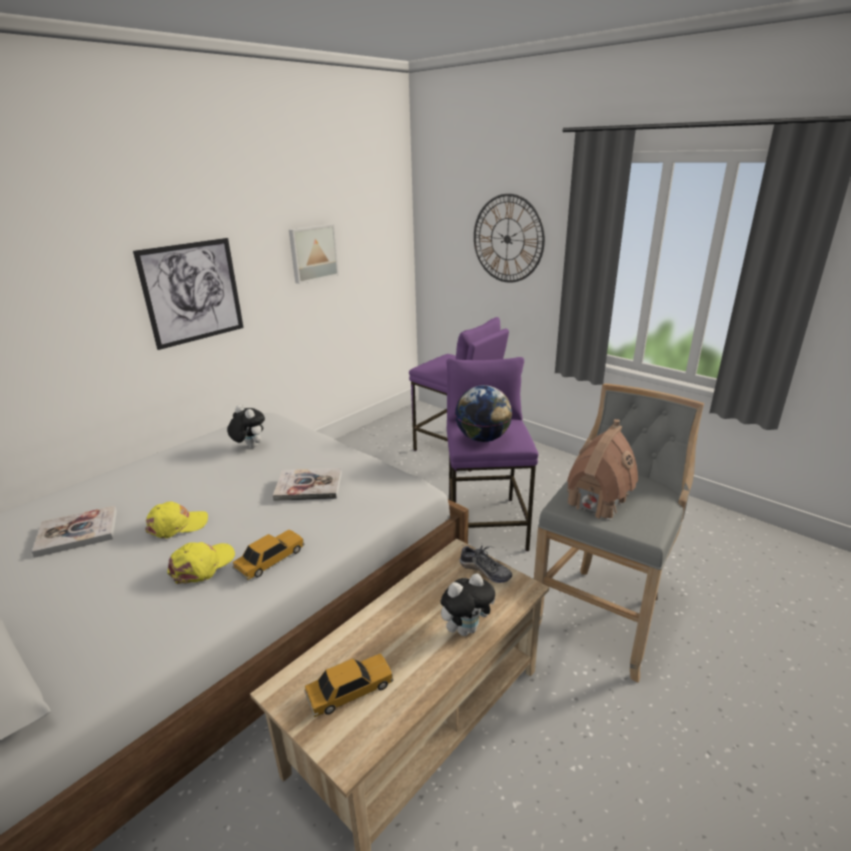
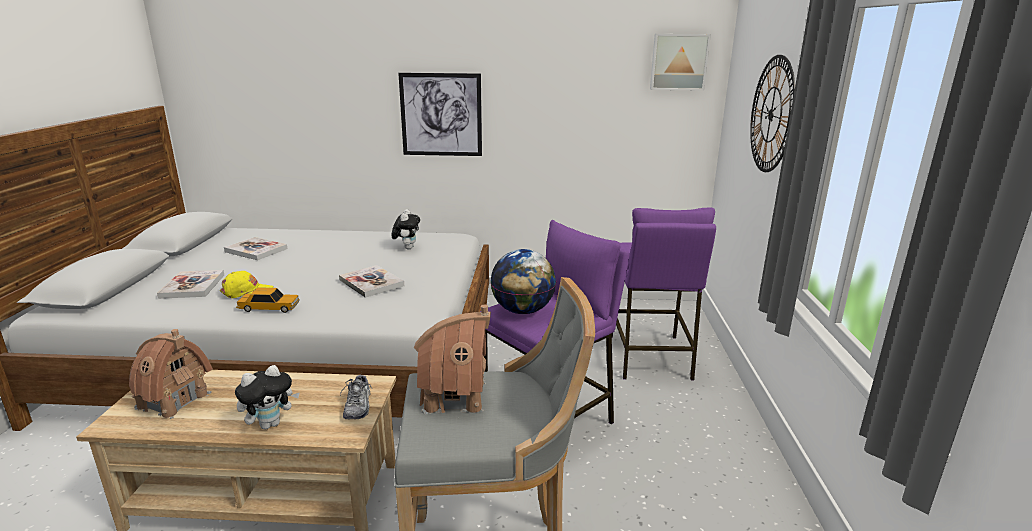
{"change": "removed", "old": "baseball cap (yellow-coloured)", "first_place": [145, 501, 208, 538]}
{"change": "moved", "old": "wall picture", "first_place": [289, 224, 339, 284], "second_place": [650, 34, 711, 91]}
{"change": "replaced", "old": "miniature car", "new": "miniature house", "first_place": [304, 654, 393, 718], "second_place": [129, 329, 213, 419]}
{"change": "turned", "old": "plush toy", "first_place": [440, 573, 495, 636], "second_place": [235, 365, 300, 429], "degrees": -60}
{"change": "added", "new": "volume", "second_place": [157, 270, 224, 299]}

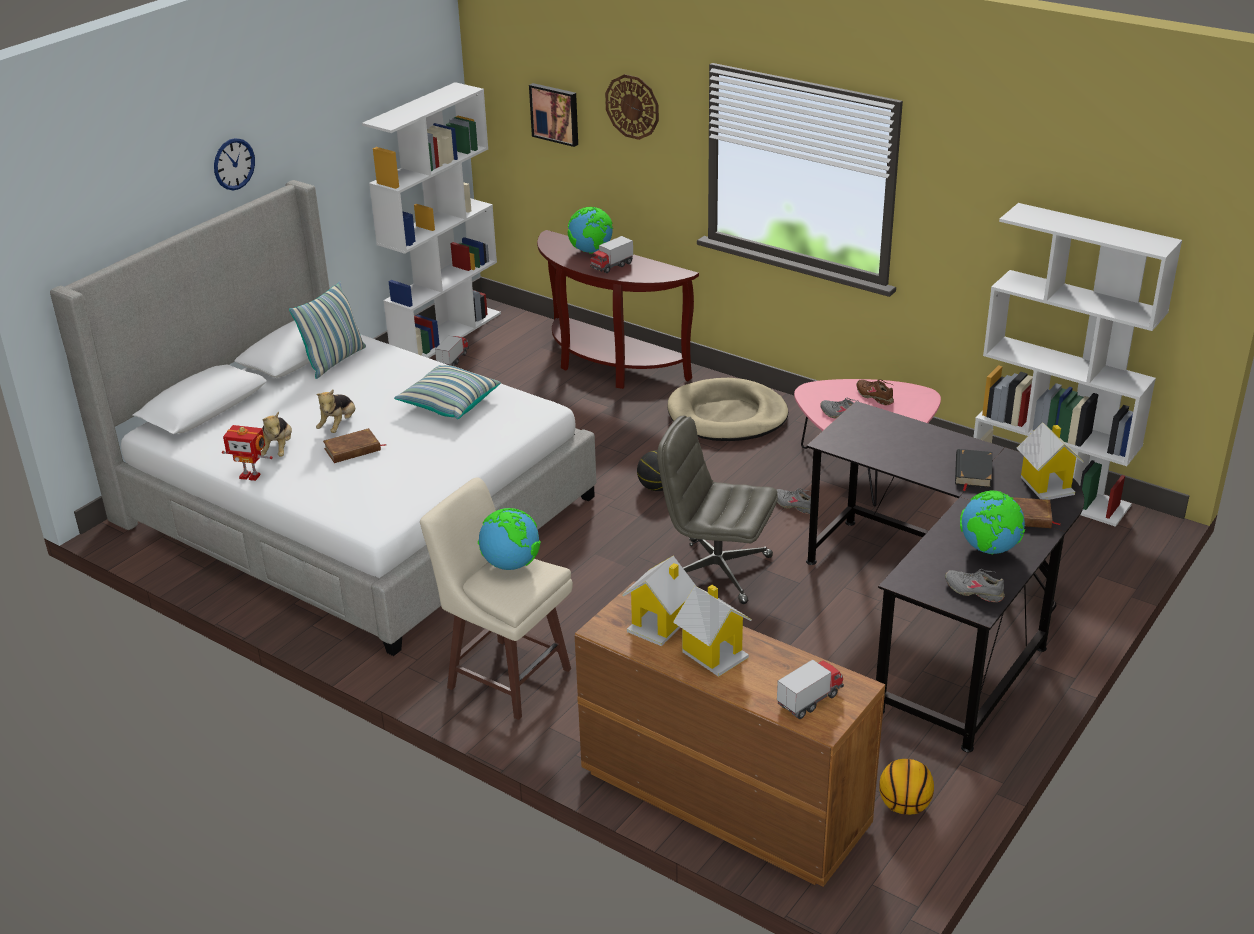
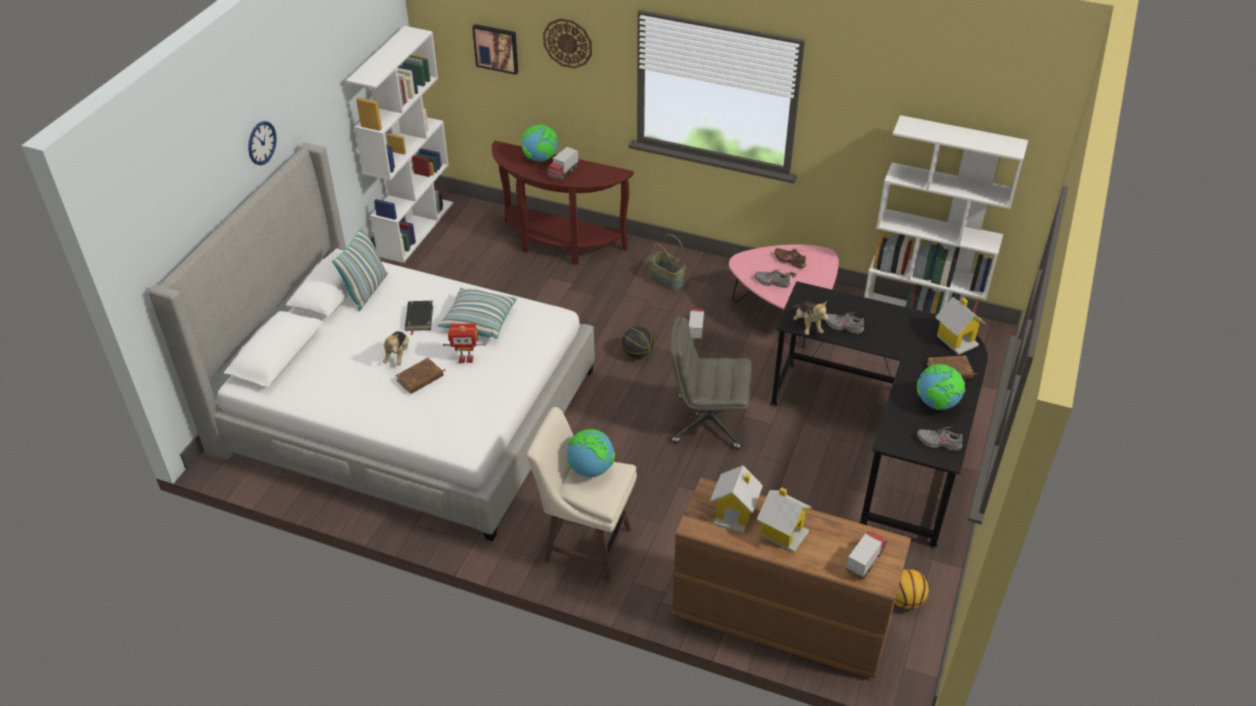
{"change": "moved", "old": "model robot", "first_place": [222, 425, 273, 481], "second_place": [443, 324, 486, 363]}
{"change": "moved", "old": "plush toy", "first_place": [261, 412, 292, 457], "second_place": [793, 301, 828, 335]}
{"change": "moved", "old": "model truck", "first_place": [435, 336, 469, 366], "second_place": [689, 309, 705, 341]}
{"change": "replaced", "old": "pet bed (sand-coloured)", "new": "storage basket", "first_place": [667, 378, 788, 441], "second_place": [648, 234, 686, 291]}
{"change": "moved", "old": "shoe (greyish)", "first_place": [777, 488, 811, 514], "second_place": [826, 312, 864, 334]}
{"change": "moved", "old": "volume (blackish)", "first_place": [955, 449, 992, 491], "second_place": [405, 301, 433, 335]}

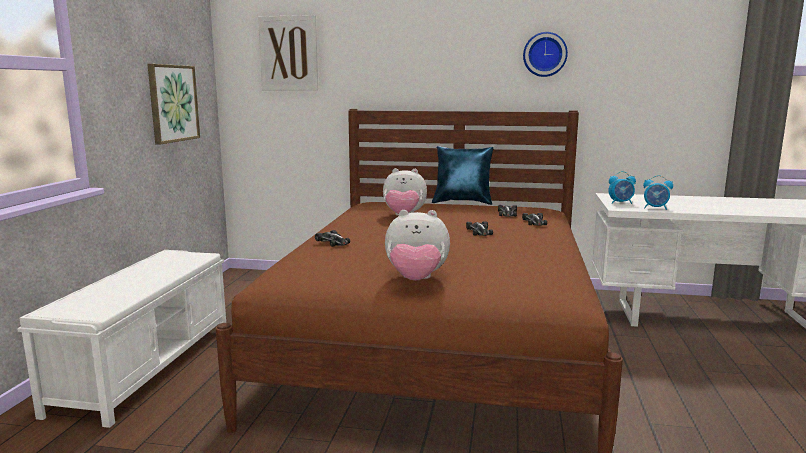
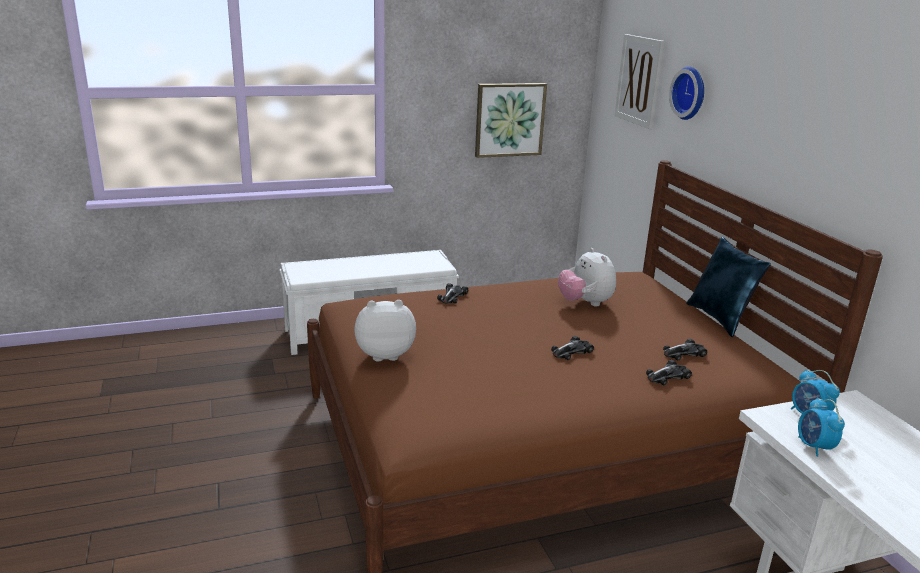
{"change": "turned", "old": "plush toy", "first_place": [385, 210, 450, 281], "second_place": [354, 300, 416, 361], "degrees": 105}
{"change": "moved", "old": "wall clock", "first_place": [523, 32, 568, 77], "second_place": [669, 66, 704, 120]}

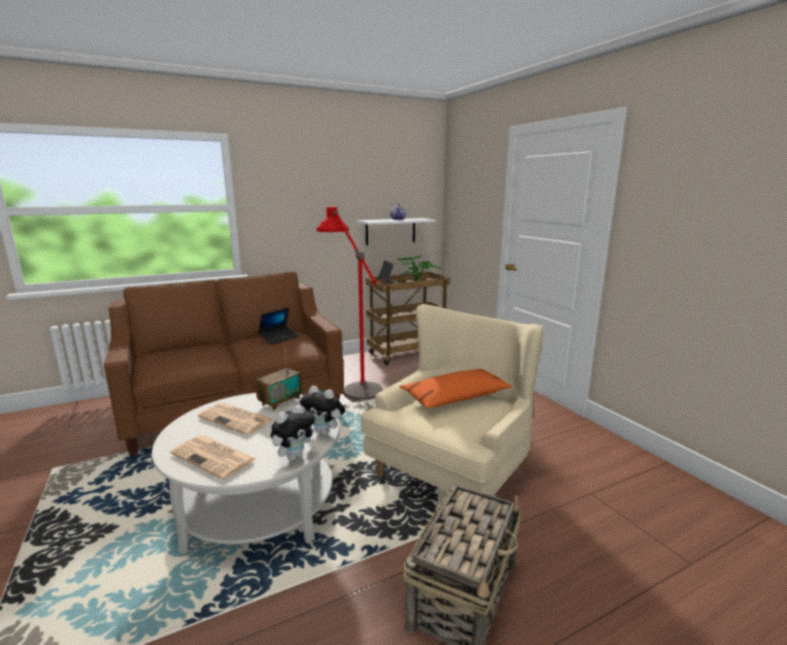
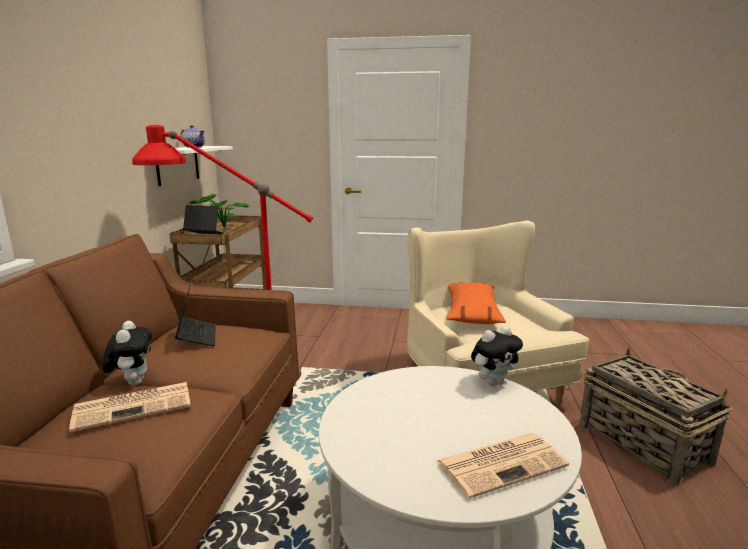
{"change": "moved", "old": "daily paper", "first_place": [197, 403, 273, 435], "second_place": [69, 382, 191, 432]}
{"change": "removed", "old": "radio receiver", "first_place": [255, 348, 303, 411]}
{"change": "moved", "old": "plush toy", "first_place": [271, 405, 315, 461], "second_place": [102, 321, 152, 386]}

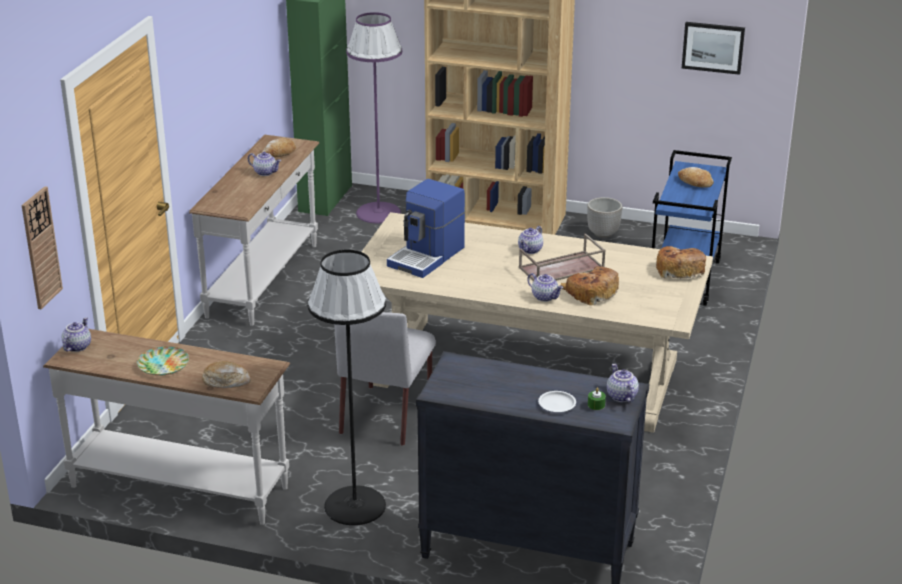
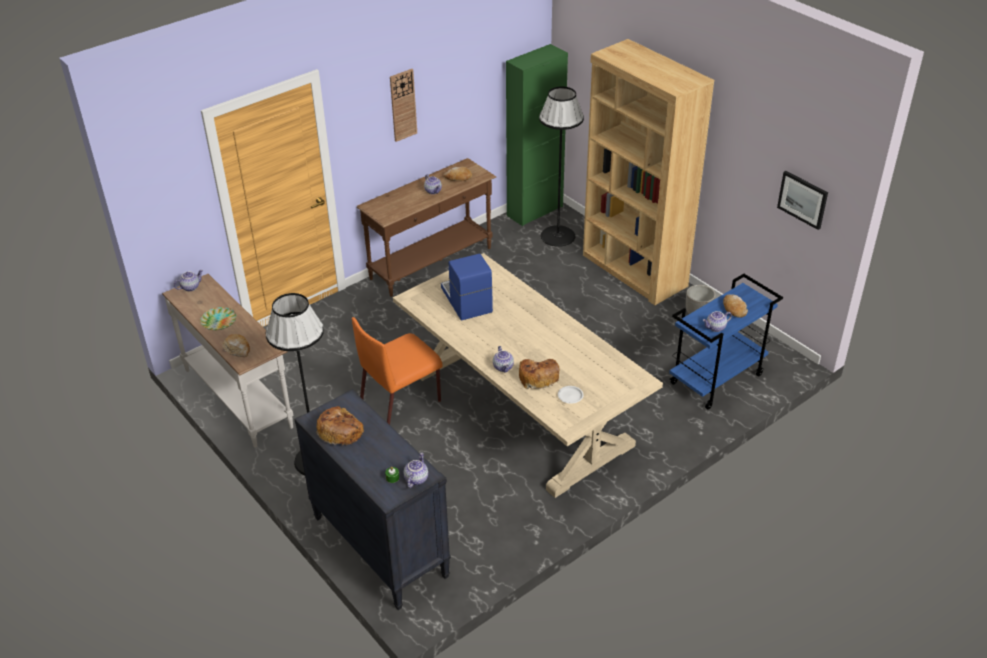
{"change": "moved", "old": "wall clock", "first_place": [22, 186, 63, 309], "second_place": [390, 69, 417, 142]}
{"change": "recoloured", "old": "console table (white-coloured)", "new": "console table (brown)", "first_place": [189, 135, 320, 326], "second_place": [357, 158, 496, 297]}
{"change": "recoloured", "old": "chair (greyish)", "new": "chair (orange)", "first_place": [334, 312, 436, 446], "second_place": [352, 317, 443, 425]}
{"change": "recoloured", "old": "standard lamp (purple-coloured)", "new": "standard lamp (blackish)", "first_place": [346, 12, 402, 224], "second_place": [539, 87, 584, 247]}
{"change": "turned", "old": "coffee machine", "first_place": [387, 179, 465, 278], "second_place": [441, 254, 493, 321], "degrees": 90}
{"change": "moved", "old": "pot for tea", "first_place": [518, 226, 543, 254], "second_place": [703, 311, 732, 332]}
{"change": "removed", "old": "carrying tray (brown)", "first_place": [519, 234, 606, 281]}
{"change": "moved", "old": "plate (white-coloured)", "first_place": [538, 391, 576, 412], "second_place": [558, 386, 584, 404]}
{"change": "moved", "old": "baked bread", "first_place": [656, 246, 706, 280], "second_place": [316, 406, 364, 447]}

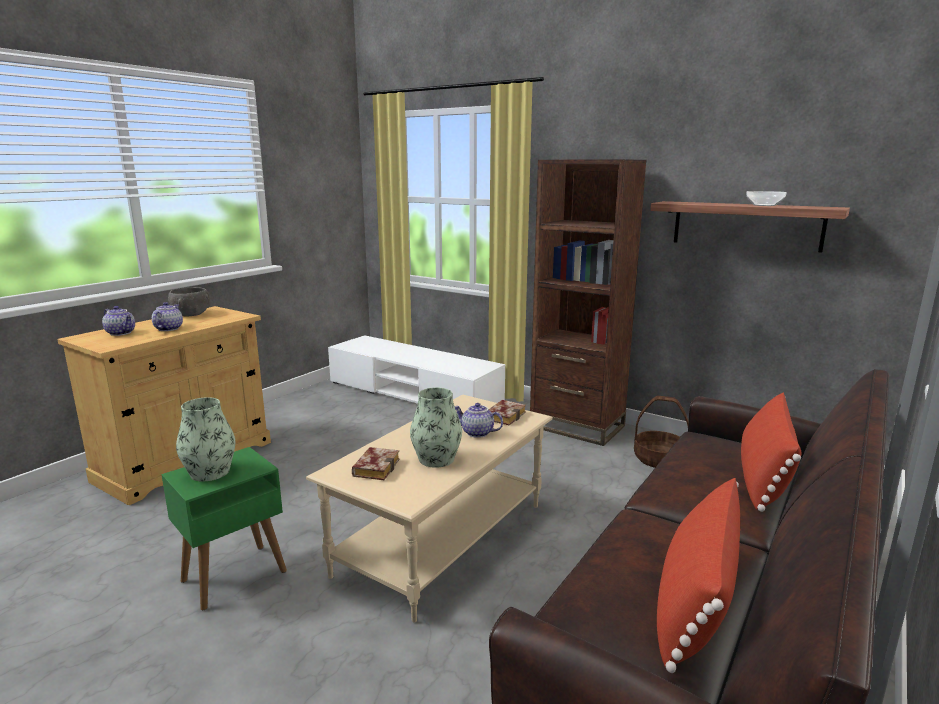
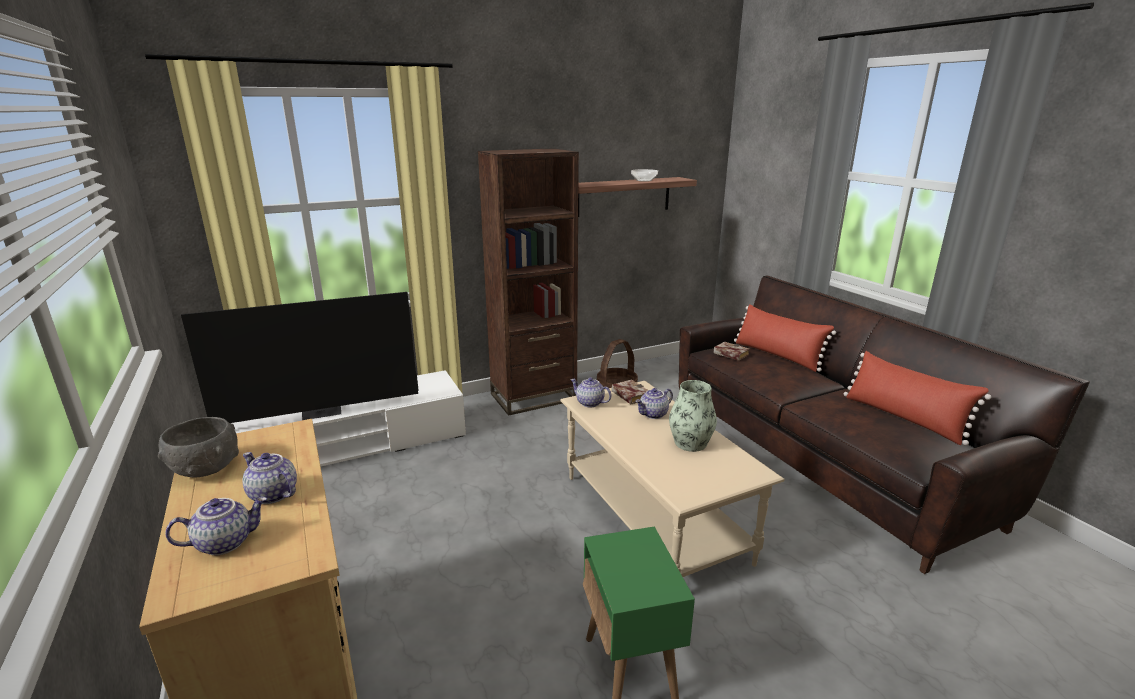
{"change": "removed", "old": "vase", "first_place": [176, 397, 235, 481]}
{"change": "moved", "old": "volume", "first_place": [352, 447, 400, 480], "second_place": [713, 342, 750, 361]}
{"change": "added", "new": "television", "second_place": [181, 292, 419, 423]}
{"change": "added", "new": "pot for tea", "second_place": [570, 377, 612, 407]}

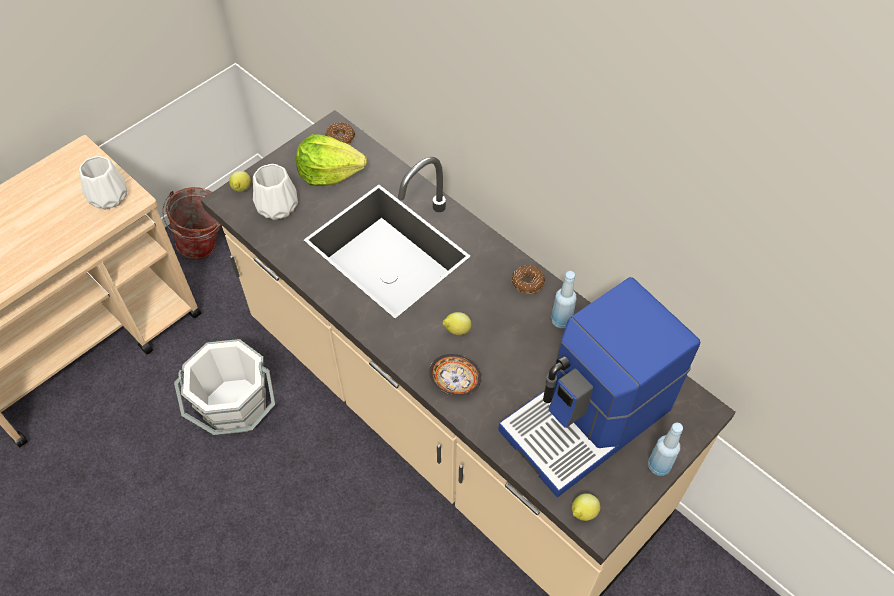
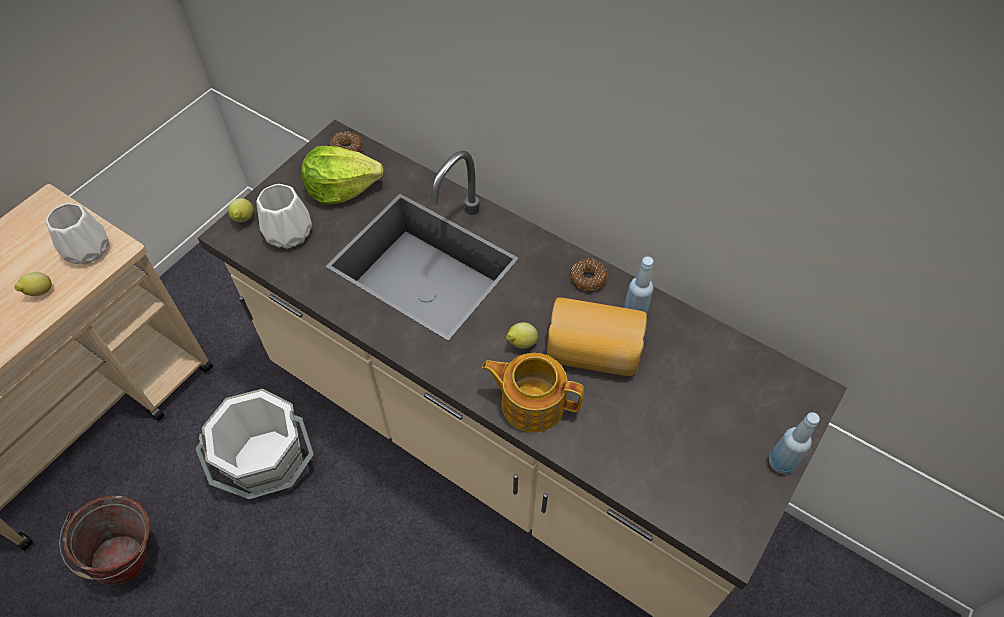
{"change": "moved", "old": "pail", "first_place": [163, 187, 221, 259], "second_place": [59, 496, 150, 586]}
{"change": "replaced", "old": "serving bowl", "new": "pot for tea", "first_place": [429, 354, 481, 396], "second_place": [482, 353, 584, 433]}
{"change": "removed", "old": "coffee machine", "first_place": [498, 277, 700, 497]}
{"change": "moved", "old": "citrus fruit", "first_place": [572, 493, 600, 521], "second_place": [14, 272, 52, 296]}
{"change": "added", "new": "baked bread", "second_place": [547, 297, 647, 376]}

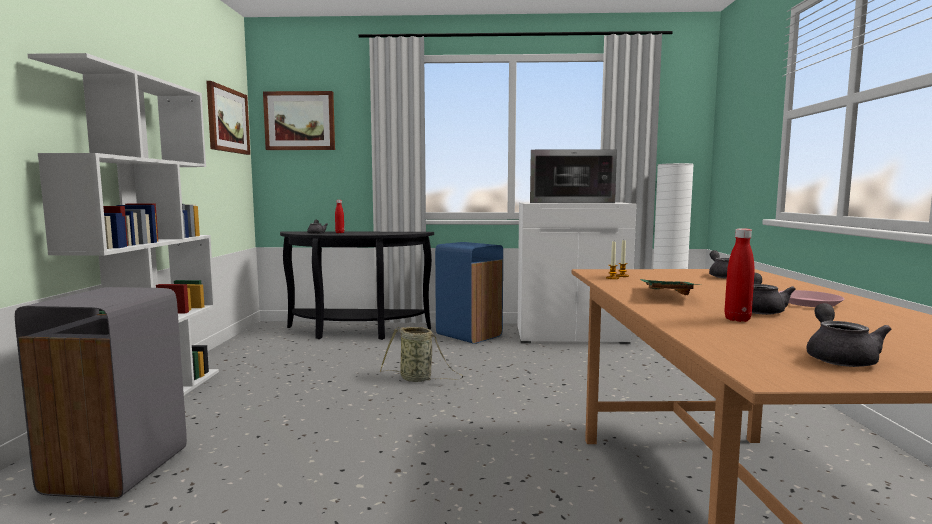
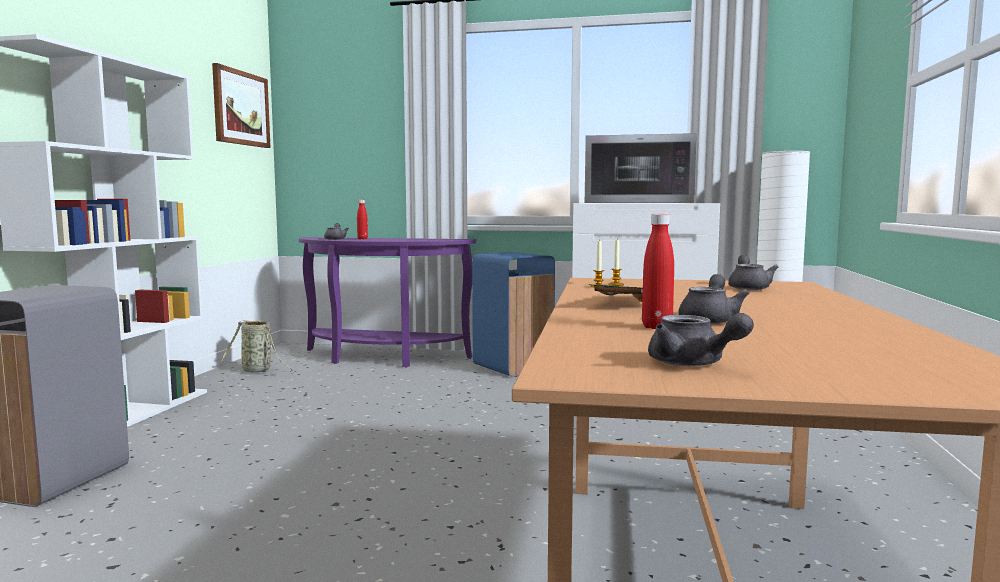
{"change": "removed", "old": "wall picture", "first_place": [263, 91, 335, 150]}
{"change": "recoloured", "old": "console table (blackish)", "new": "console table (purple-coloured)", "first_place": [280, 231, 434, 340], "second_place": [299, 237, 476, 368]}
{"change": "moved", "old": "storage basket", "first_place": [380, 327, 463, 382], "second_place": [221, 320, 292, 372]}
{"change": "removed", "old": "plate (pink-coloured)", "first_place": [779, 290, 845, 307]}
{"change": "turned", "old": "pot for tea (greyish)", "first_place": [806, 303, 891, 367], "second_place": [648, 313, 754, 366], "degrees": 120}

